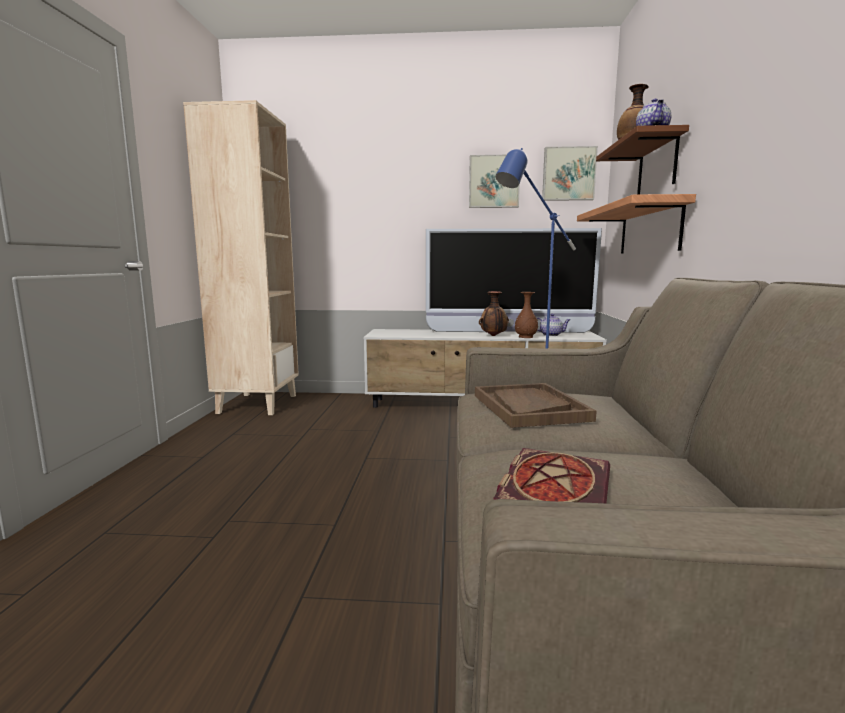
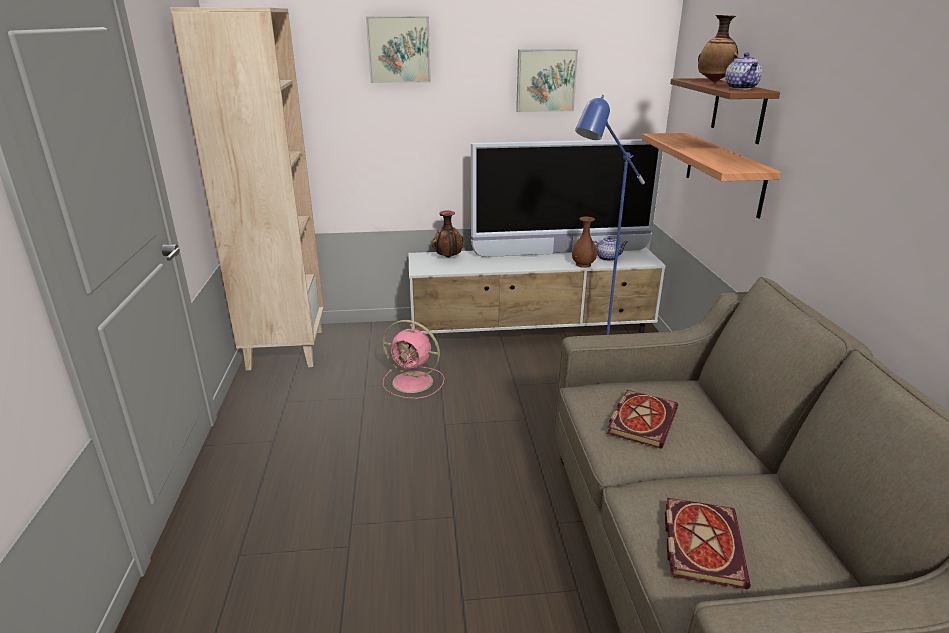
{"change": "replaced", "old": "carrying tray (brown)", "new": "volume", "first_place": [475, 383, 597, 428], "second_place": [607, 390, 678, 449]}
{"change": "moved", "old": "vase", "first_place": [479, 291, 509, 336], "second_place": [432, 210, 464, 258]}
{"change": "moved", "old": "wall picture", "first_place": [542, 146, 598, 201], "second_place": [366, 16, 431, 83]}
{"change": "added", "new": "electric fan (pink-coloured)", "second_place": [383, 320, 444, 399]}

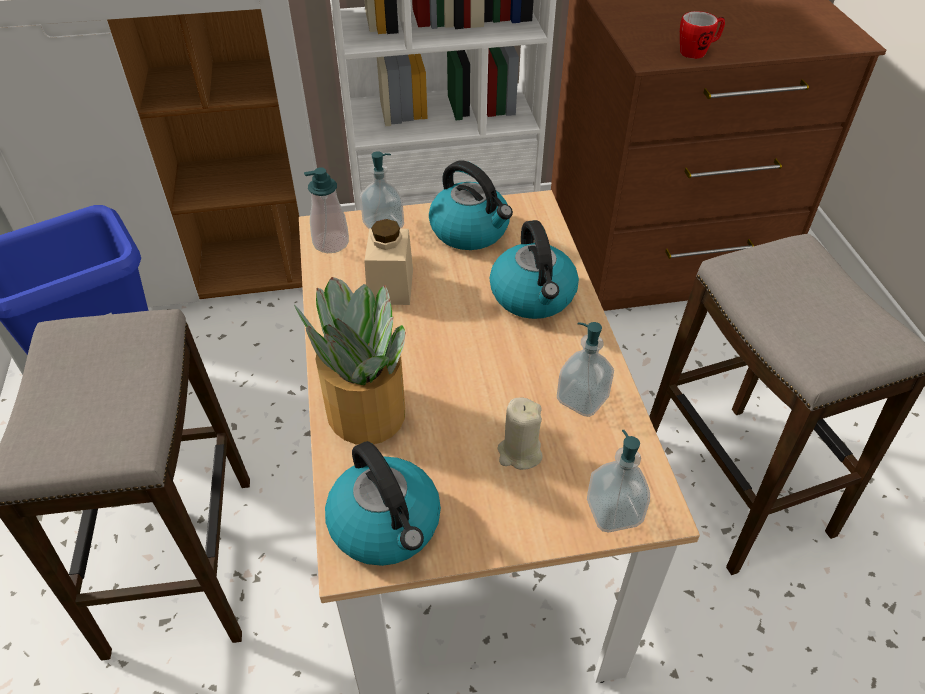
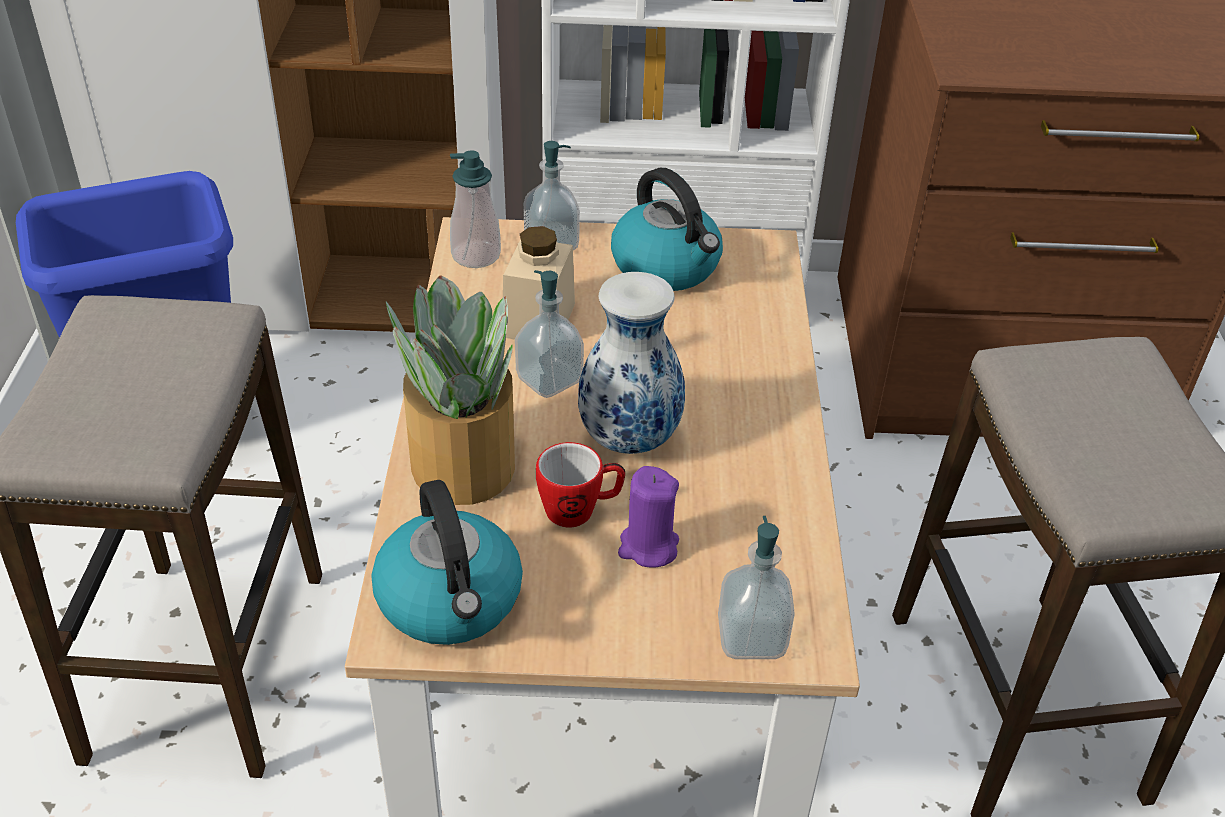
{"change": "removed", "old": "tea kettle", "first_place": [490, 220, 579, 319]}
{"change": "recoloured", "old": "wax light (sand-coloured)", "new": "wax light (purple-coloured)", "first_place": [497, 398, 543, 470], "second_place": [618, 466, 679, 567]}
{"change": "moved", "old": "soap bottle", "first_place": [557, 322, 614, 417], "second_place": [515, 270, 584, 398]}
{"change": "moved", "old": "coffee mug", "first_place": [680, 11, 725, 59], "second_place": [536, 442, 625, 528]}
{"change": "added", "new": "vase", "second_place": [578, 272, 685, 454]}

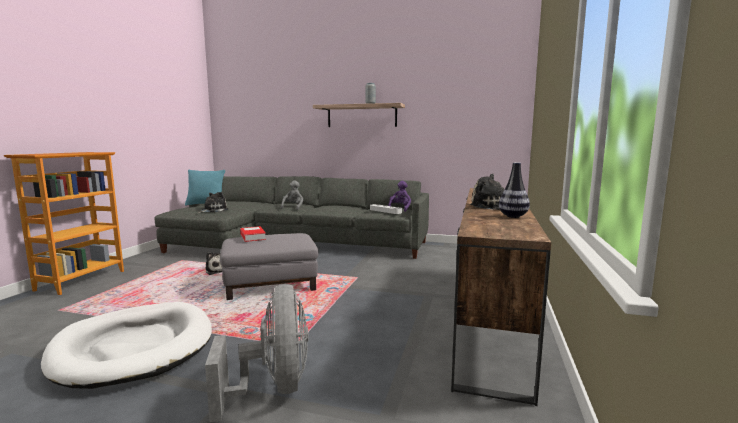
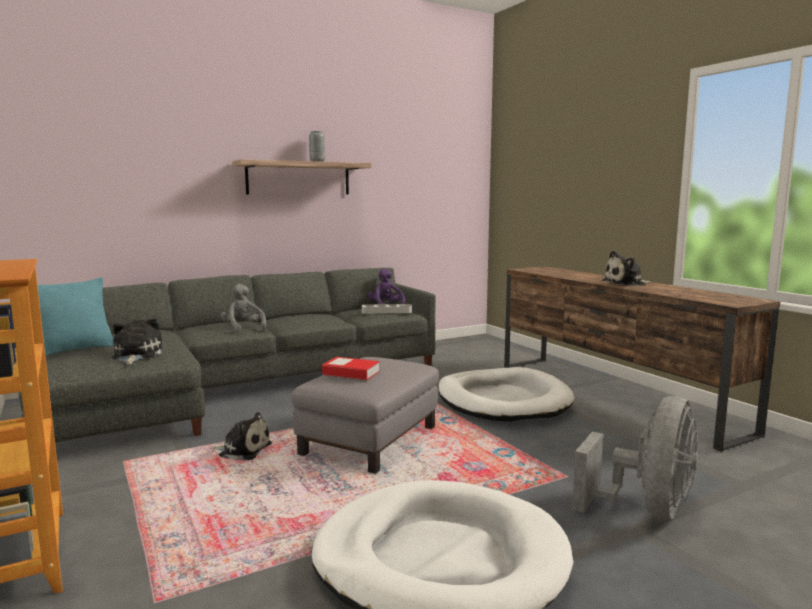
{"change": "turned", "old": "electric fan (greyish)", "first_place": [205, 284, 309, 422], "second_place": [572, 396, 698, 519], "degrees": 90}
{"change": "removed", "old": "vase", "first_place": [499, 162, 530, 218]}
{"change": "added", "new": "pet bed (white-coloured)", "second_place": [438, 367, 574, 422]}

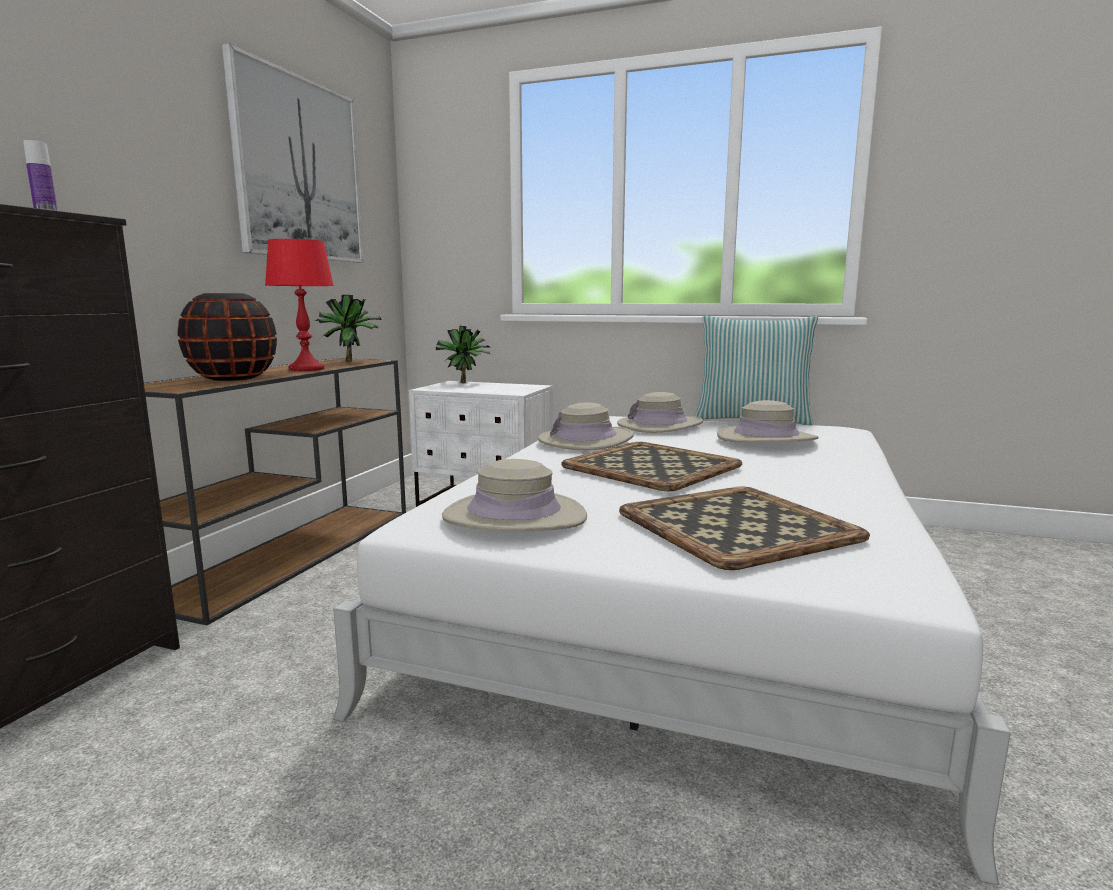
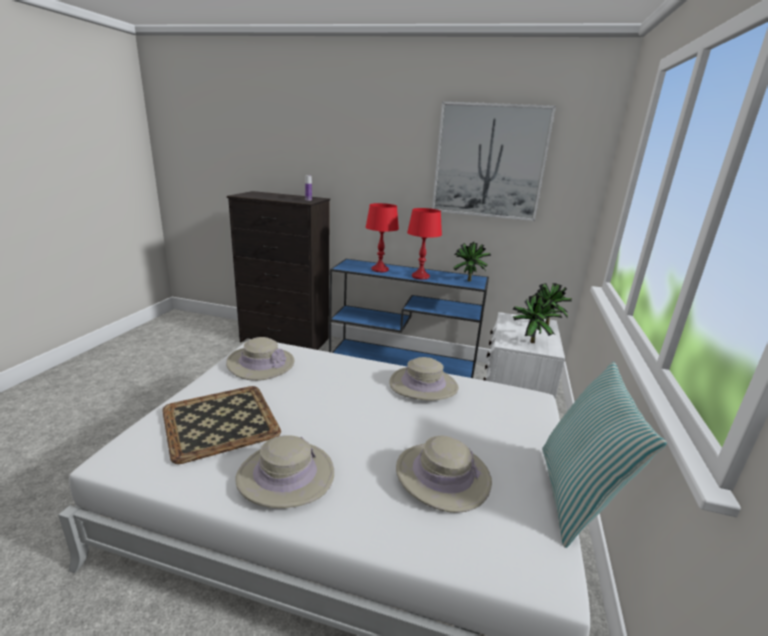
{"change": "recoloured", "old": "console table (brown)", "new": "console table (blue)", "first_place": [144, 358, 406, 625], "second_place": [329, 259, 489, 378]}
{"change": "replaced", "old": "vase (blackish)", "new": "lamp for a table (reddish)", "first_place": [177, 293, 277, 381], "second_place": [366, 203, 399, 272]}
{"change": "removed", "old": "carrying tray", "first_place": [561, 442, 742, 491]}
{"change": "moved", "old": "hat (sand-coloured)", "first_place": [617, 392, 703, 433], "second_place": [235, 435, 334, 508]}
{"change": "added", "new": "houseplant", "second_place": [512, 295, 562, 343]}

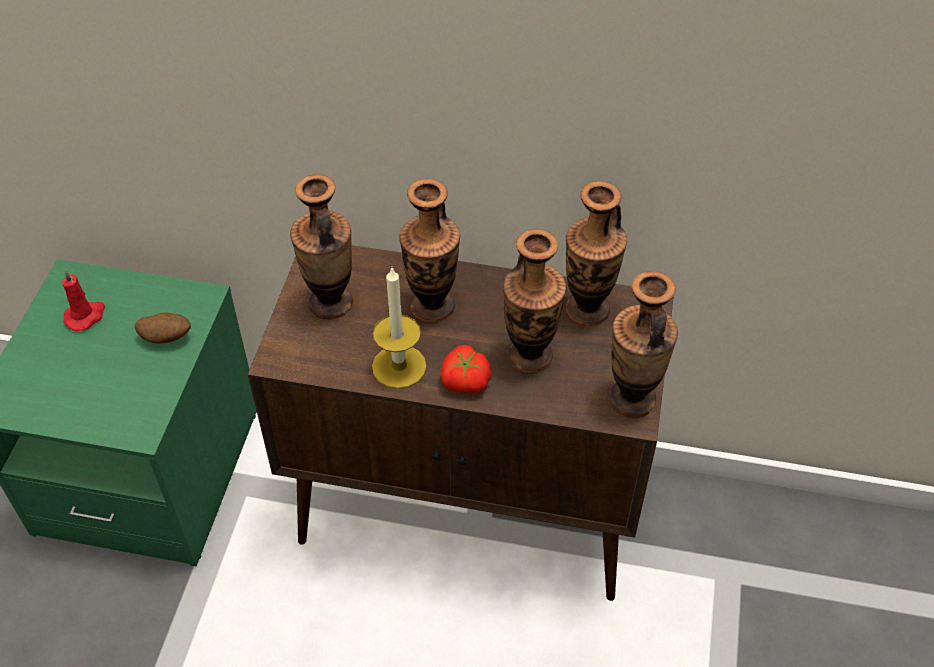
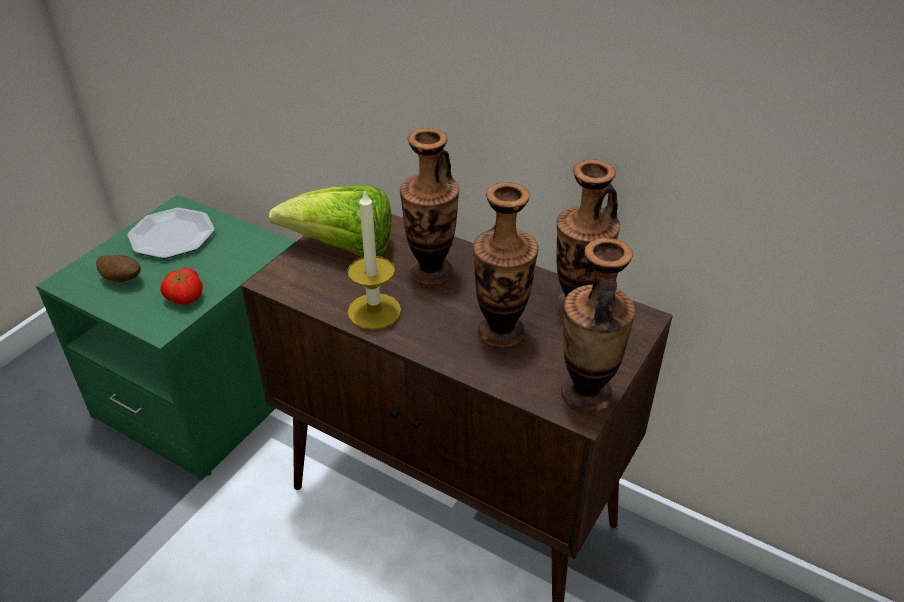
{"change": "replaced", "old": "wax light (reddish)", "new": "plate", "first_place": [62, 269, 105, 331], "second_place": [127, 208, 215, 259]}
{"change": "moved", "old": "potato", "first_place": [135, 313, 191, 344], "second_place": [96, 255, 141, 282]}
{"change": "replaced", "old": "vase", "new": "head of lettuce", "first_place": [290, 174, 353, 320], "second_place": [268, 185, 392, 257]}
{"change": "moved", "old": "whole tomato", "first_place": [441, 345, 492, 393], "second_place": [160, 268, 203, 305]}

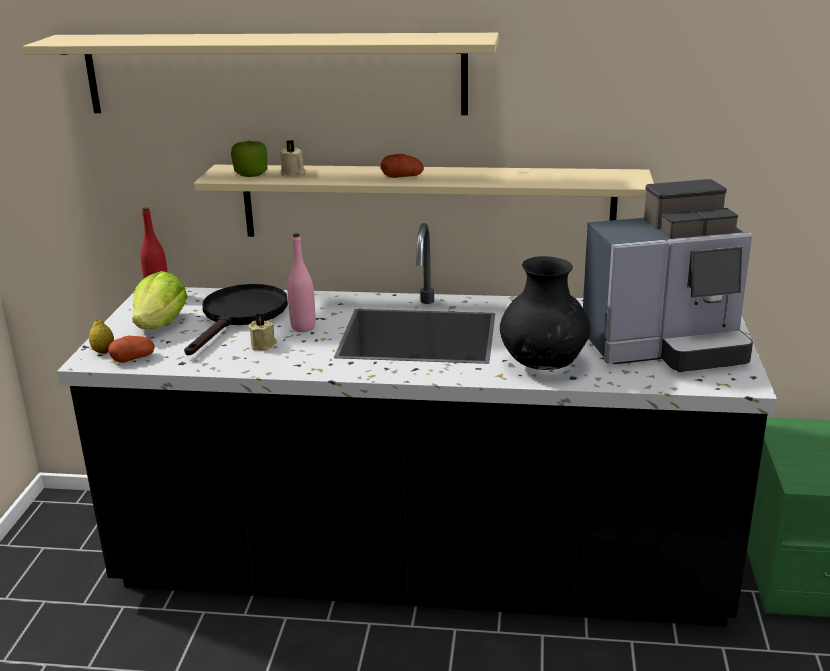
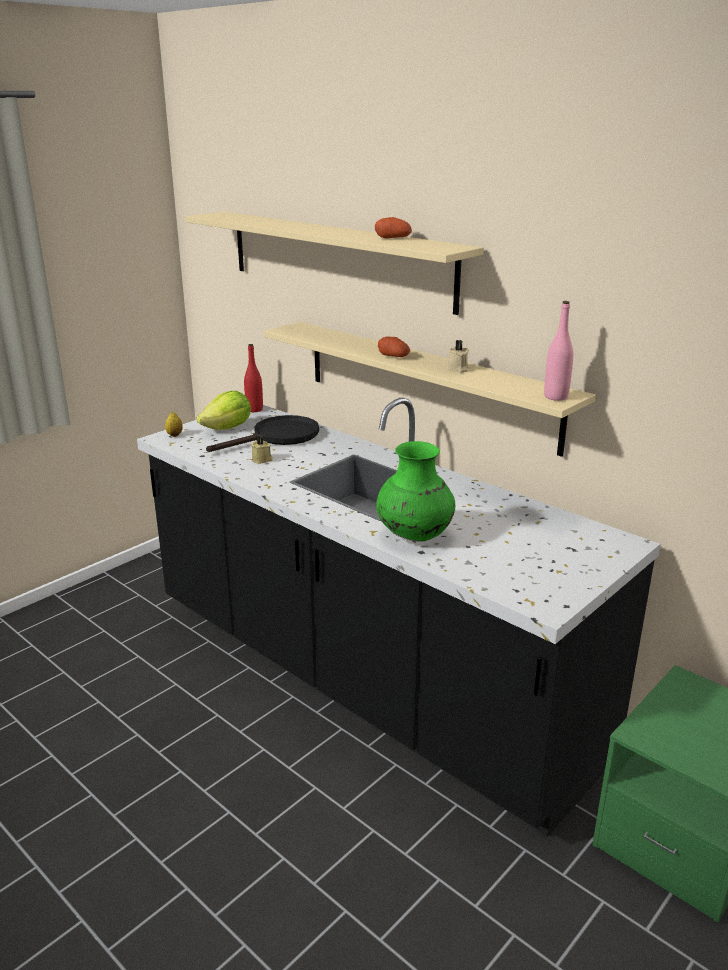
{"change": "moved", "old": "potato", "first_place": [108, 335, 155, 363], "second_place": [375, 217, 412, 239]}
{"change": "removed", "old": "apple fruit", "first_place": [231, 140, 268, 177]}
{"change": "moved", "old": "wax light (sand-coloured)", "first_place": [280, 140, 306, 176], "second_place": [447, 340, 469, 372]}
{"change": "moved", "old": "beverage bottle (pink-coloured)", "first_place": [287, 233, 316, 332], "second_place": [544, 301, 573, 401]}
{"change": "recoloured", "old": "vase (blackish)", "new": "vase (green)", "first_place": [500, 256, 591, 370], "second_place": [376, 441, 455, 542]}
{"change": "removed", "old": "coffee machine", "first_place": [583, 179, 753, 372]}

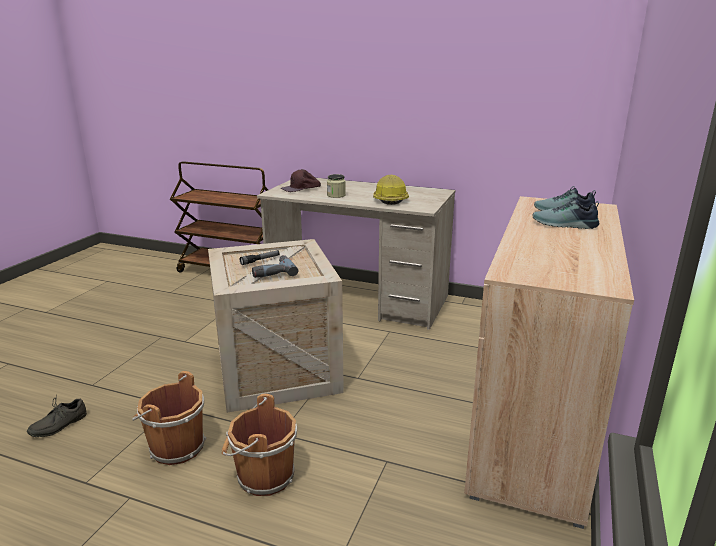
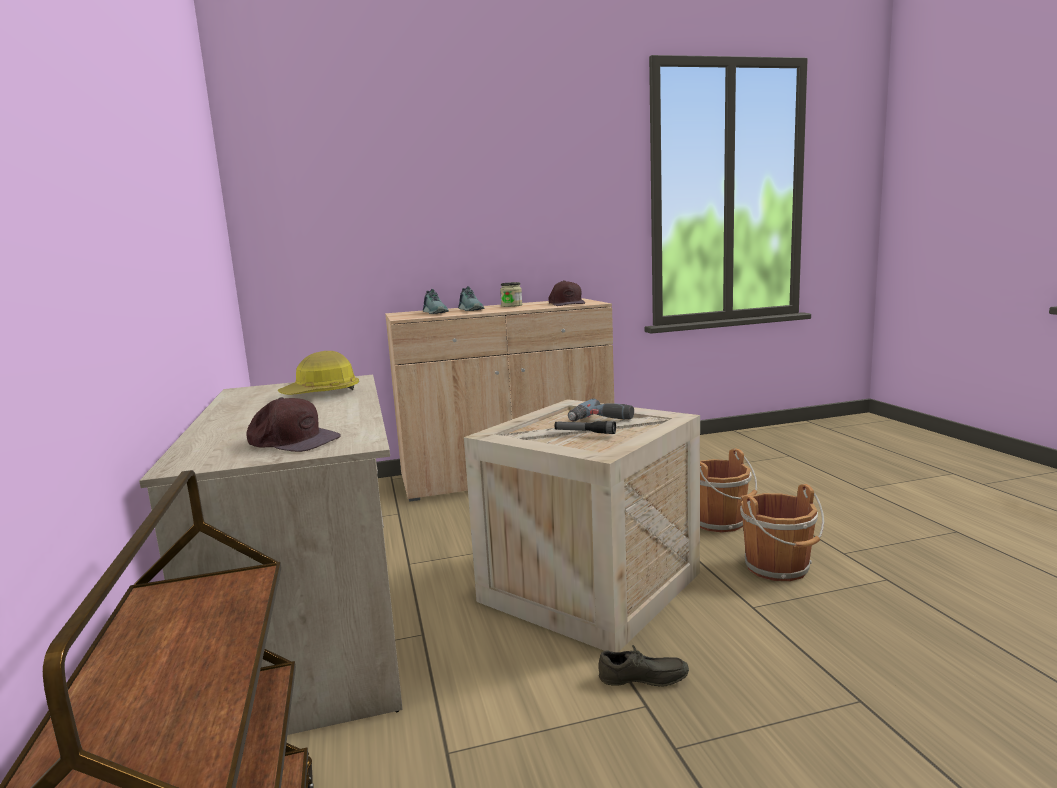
{"change": "moved", "old": "shoe (greyish)", "first_place": [27, 396, 87, 437], "second_place": [598, 645, 689, 687]}
{"change": "moved", "old": "jar", "first_place": [327, 174, 346, 198], "second_place": [500, 282, 522, 307]}
{"change": "added", "new": "baseball cap (brown)", "second_place": [548, 281, 585, 306]}

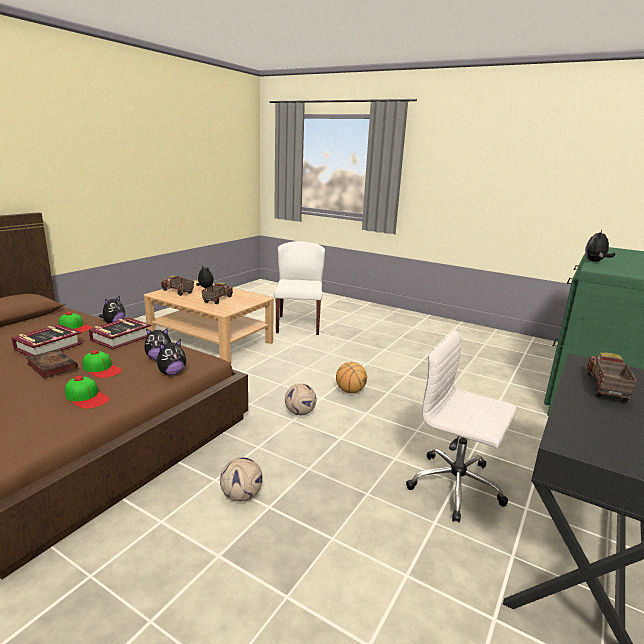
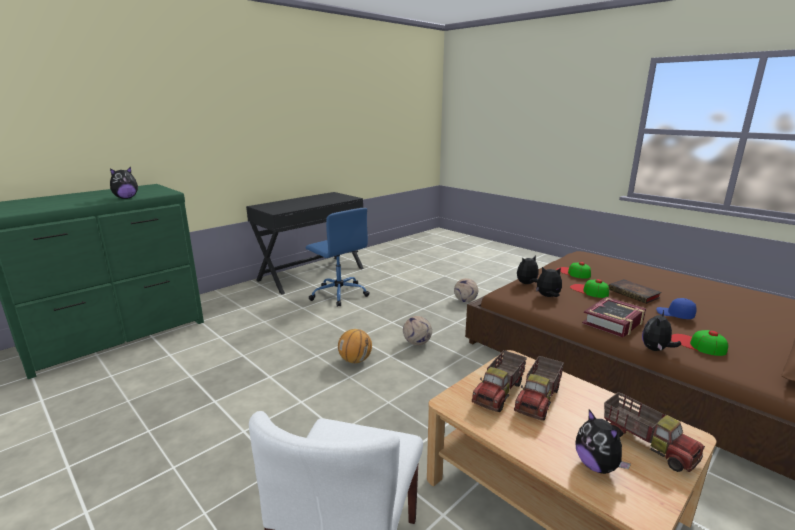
{"change": "replaced", "old": "volume", "new": "baseball cap (blue)", "first_place": [12, 324, 83, 357], "second_place": [656, 298, 697, 319]}
{"change": "recoloured", "old": "office chair (white-coloured)", "new": "office chair (blue)", "first_place": [406, 330, 516, 523], "second_place": [306, 208, 370, 307]}
{"change": "moved", "old": "model truck", "first_place": [587, 353, 637, 402], "second_place": [472, 350, 527, 412]}

